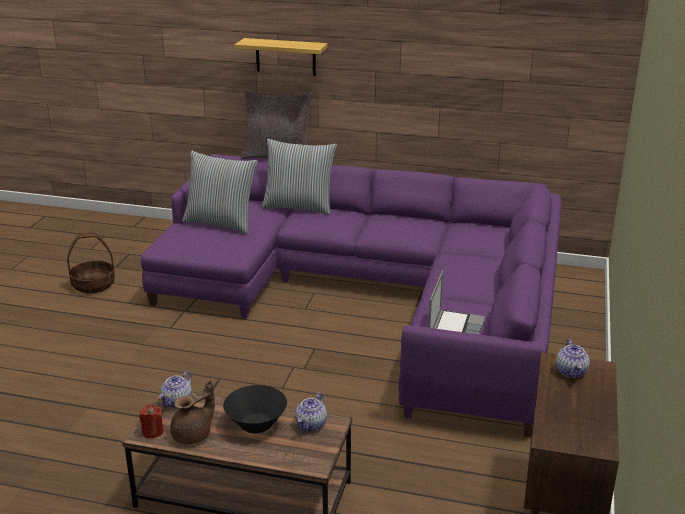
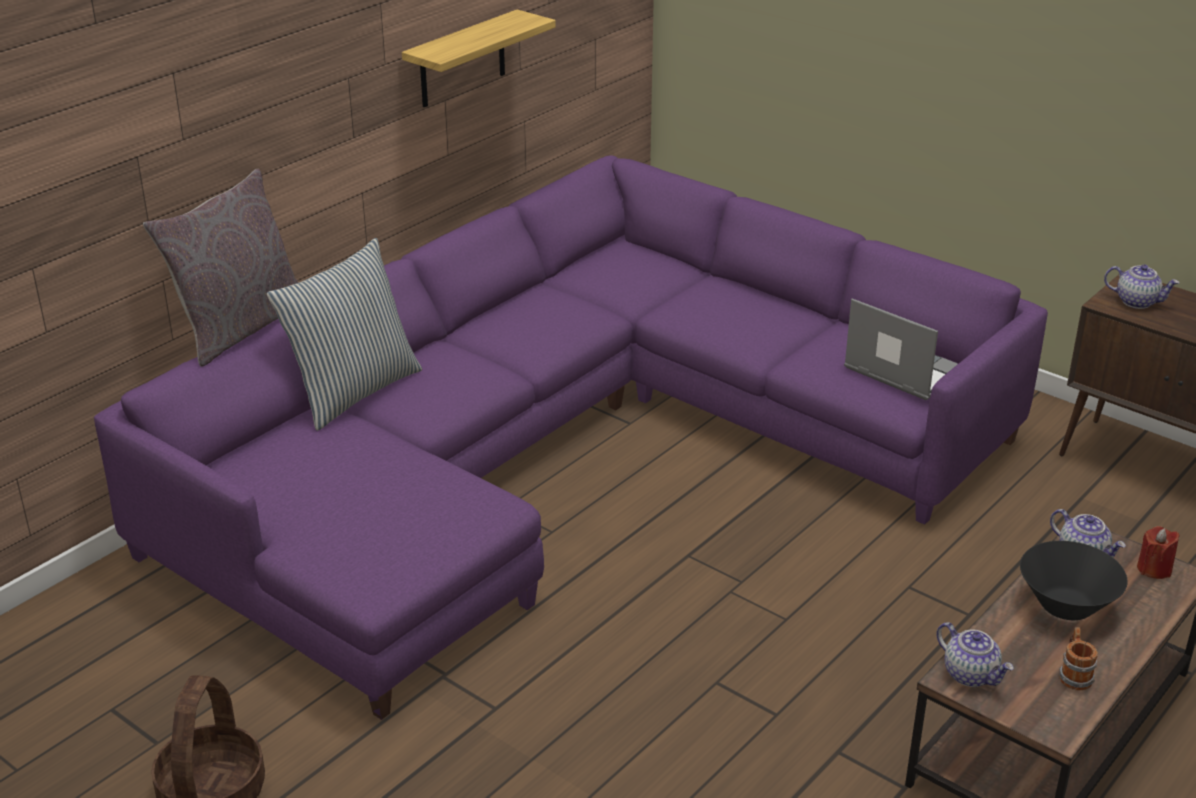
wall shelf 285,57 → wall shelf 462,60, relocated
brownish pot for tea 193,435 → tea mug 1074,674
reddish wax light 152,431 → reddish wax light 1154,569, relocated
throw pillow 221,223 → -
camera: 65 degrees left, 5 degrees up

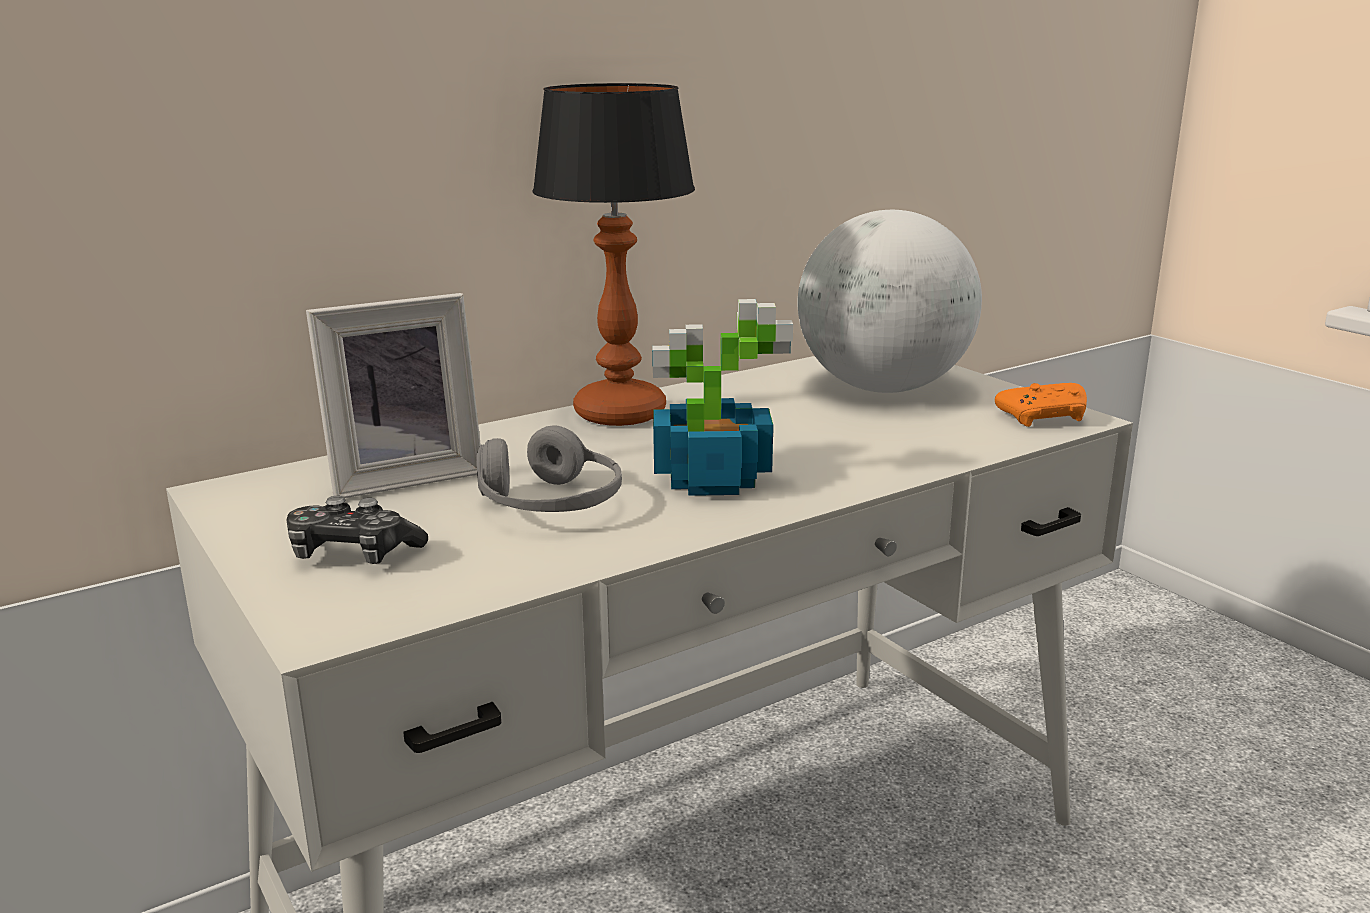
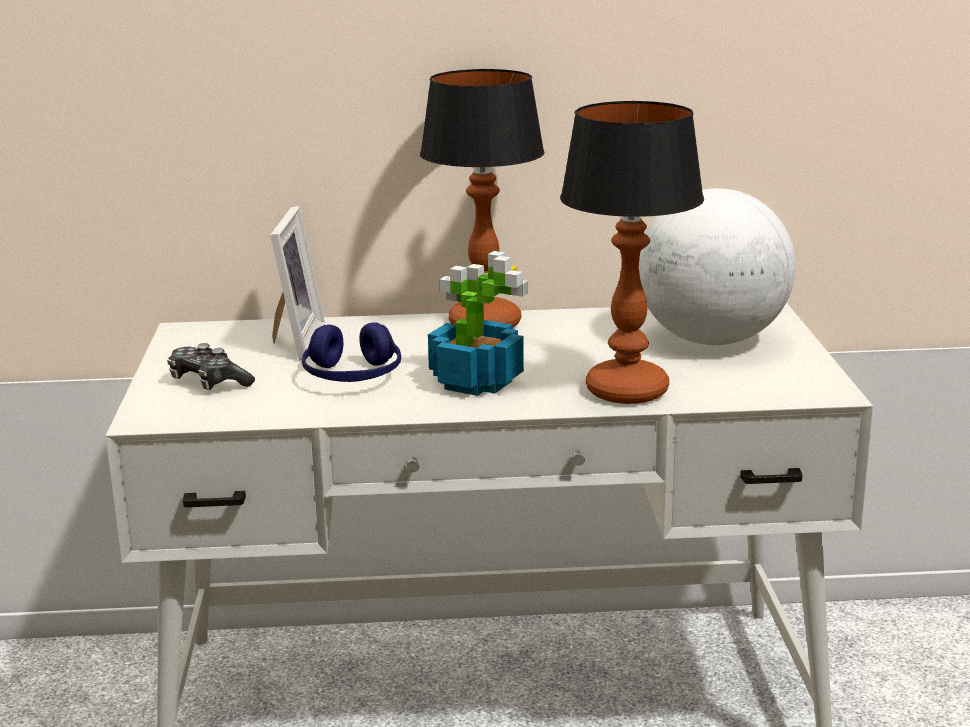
picture frame 403,476 → picture frame 292,341, 90 degrees counterclockwise
grey headset 550,504 → bluish headset 352,377
- → lamp for a table 626,391
orangey gamepad 1045,418 → -
camera: 30 degrees right, 0 degrees up

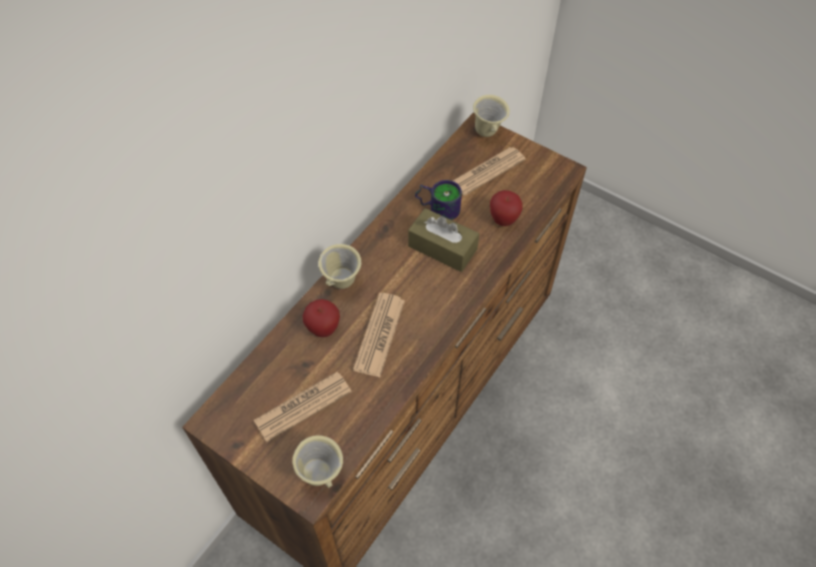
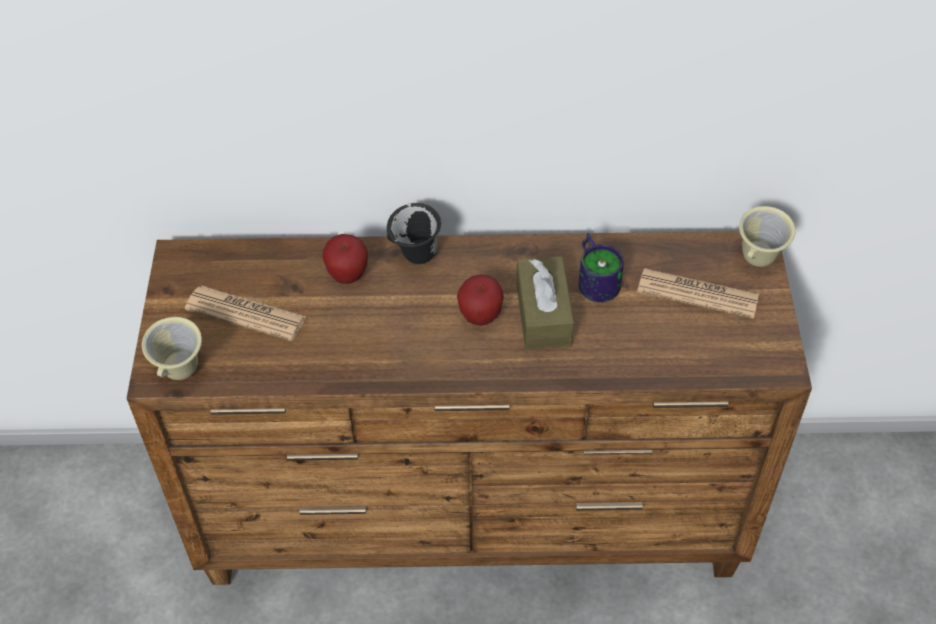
beige-coloured tea mug 342,284 → blackish tea mug 416,258
apple fruit 503,220 → apple fruit 480,317, relocated
printed paper 379,334 → -
camera: 55 degrees right, 5 degrees down

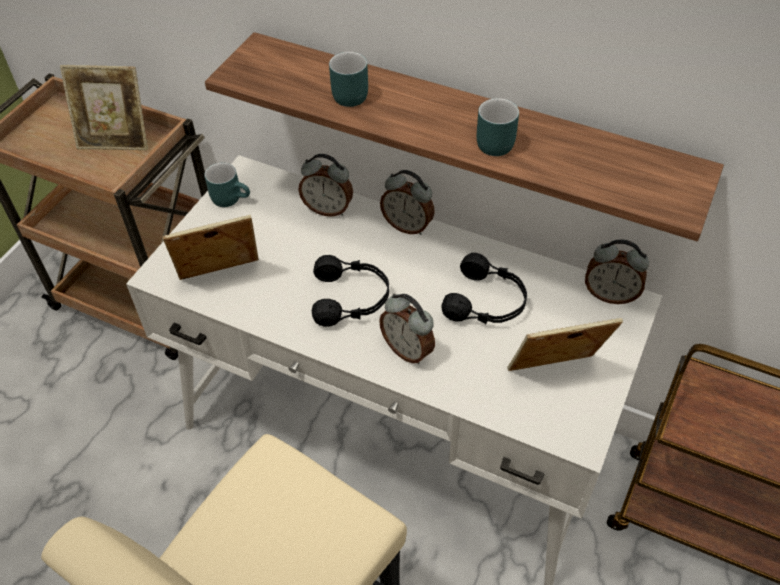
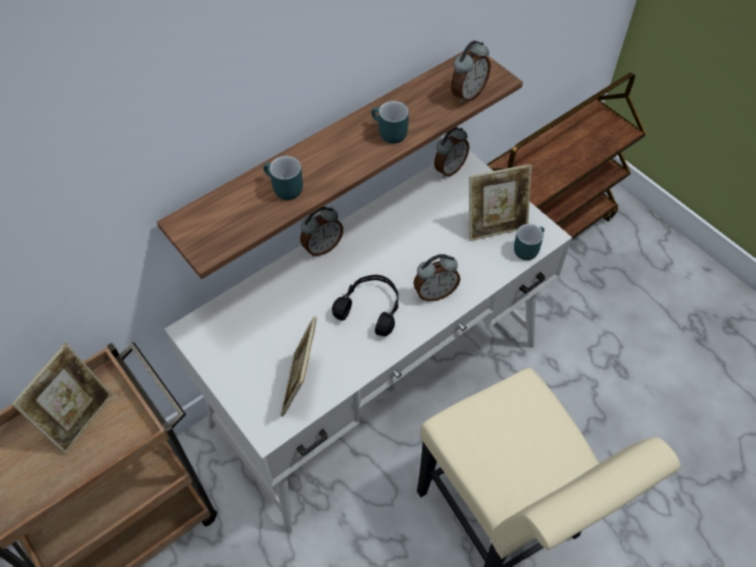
table clock 328,209 → table clock 467,94, relocated
picture frame 554,375 → picture frame 495,225, 120 degrees counterclockwise
turquoise-coloured tea mug 231,198 → turquoise-coloured tea mug 527,248, relocated
blackish headset 486,302 → -
camera: 65 degrees left, 5 degrees up

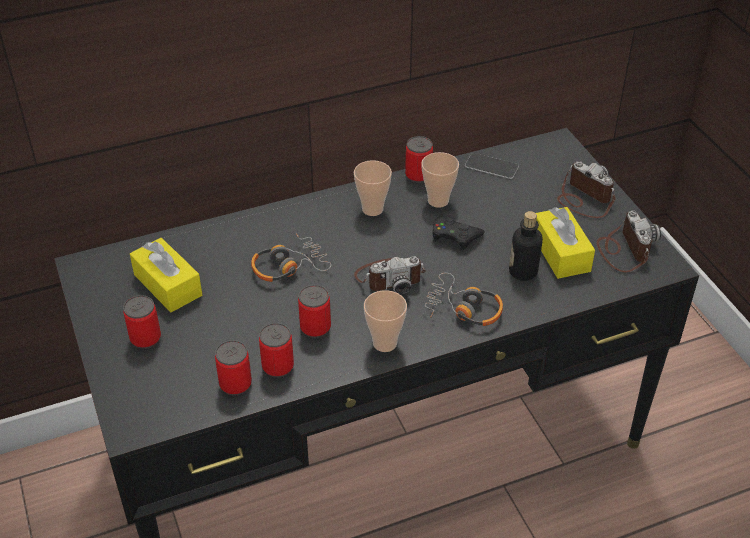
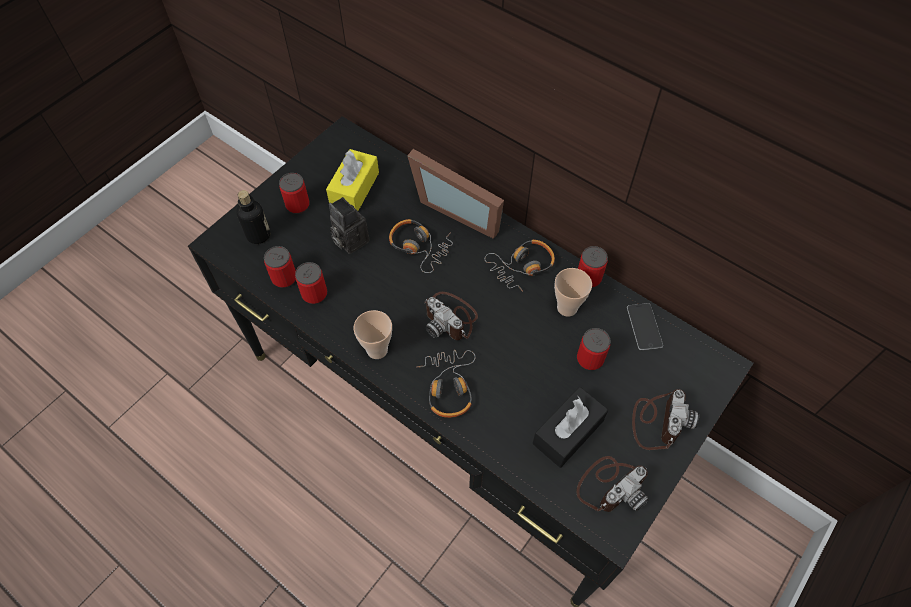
bottle 523,272 → bottle 258,235, relocated
- → still camera 349,240
- → picture frame 460,208
small cup 372,209 → headset 522,267
yellowish tissue holder 560,253 → blackish tissue holder 568,432
metal can 315,327 → metal can 590,359, relocated
blackish gamepad 455,236 → -
camera: 60 degrees right, 15 degrees up

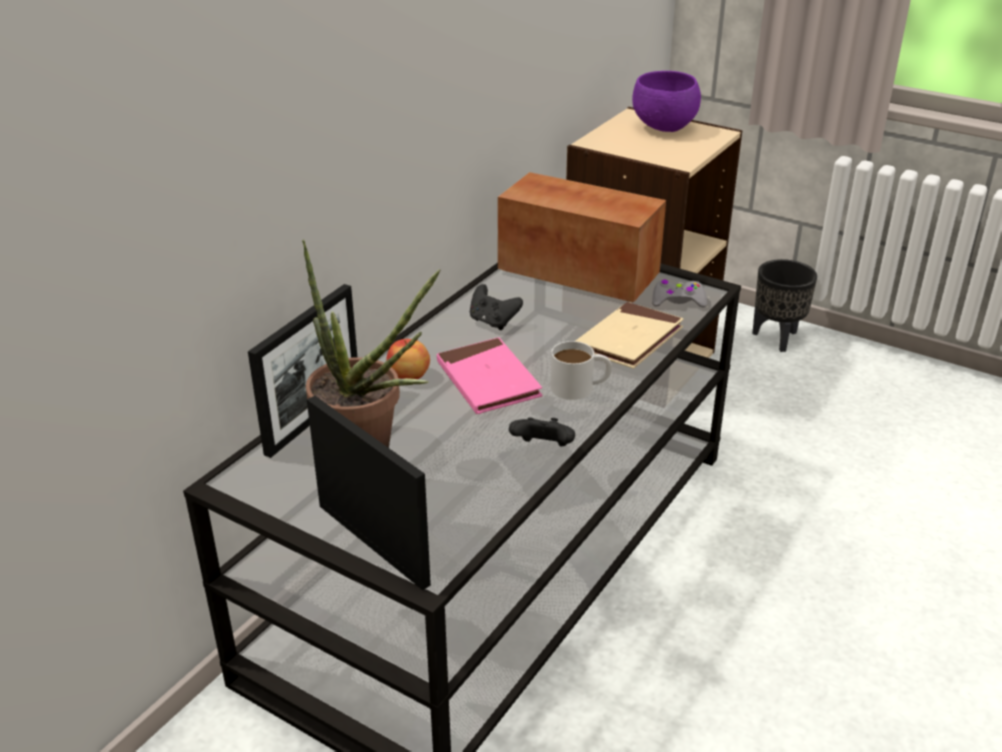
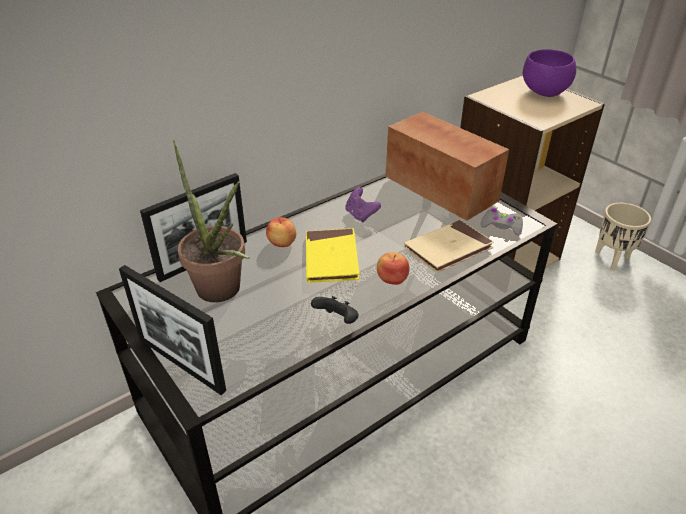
picture frame 372,544 → picture frame 181,364, 150 degrees clockwise
pink volume 488,381 → yellowish volume 331,258
blackish gamepad 493,322 → purplish gamepad 360,215
white-coloured tea mug 580,387 → apple fruit 392,278
blackish flower pot 777,338 → beige-coloured flower pot 612,259
camera: 20 degrees right, 5 degrees up

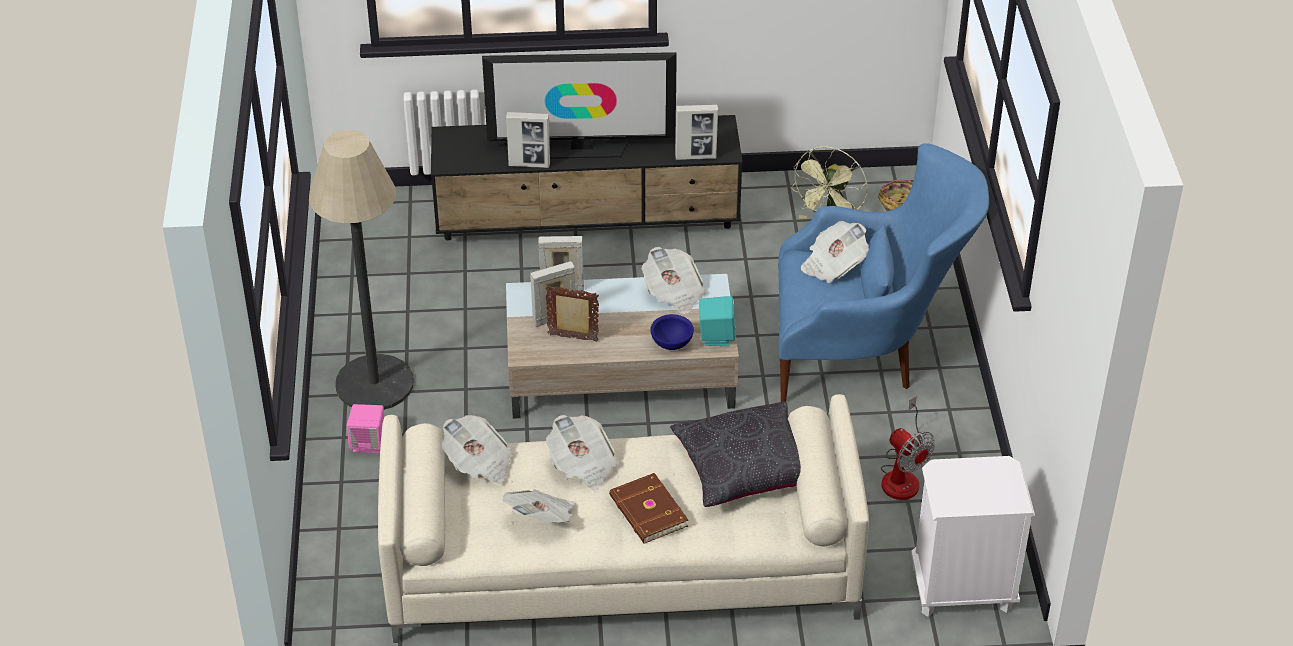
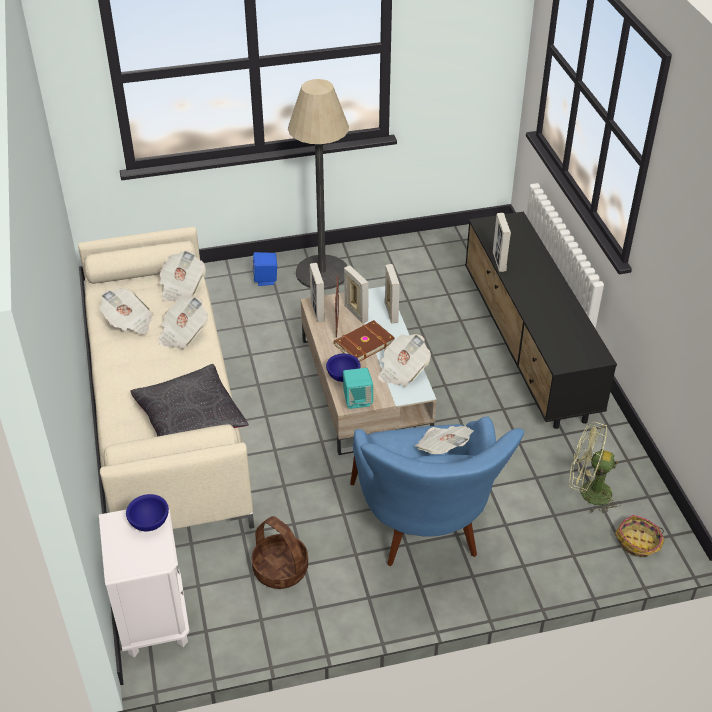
- → bluish deep dish 149,523
electric fan 902,475 → household basket 281,569
pink speaker 369,443 → bluish speaker 266,279
picture frame 696,157 → picture frame 317,311, relocated
brownish volume 647,512 → brownish volume 363,343, relocated
TV 581,147 → -
camera: 80 degrees right, 0 degrees up

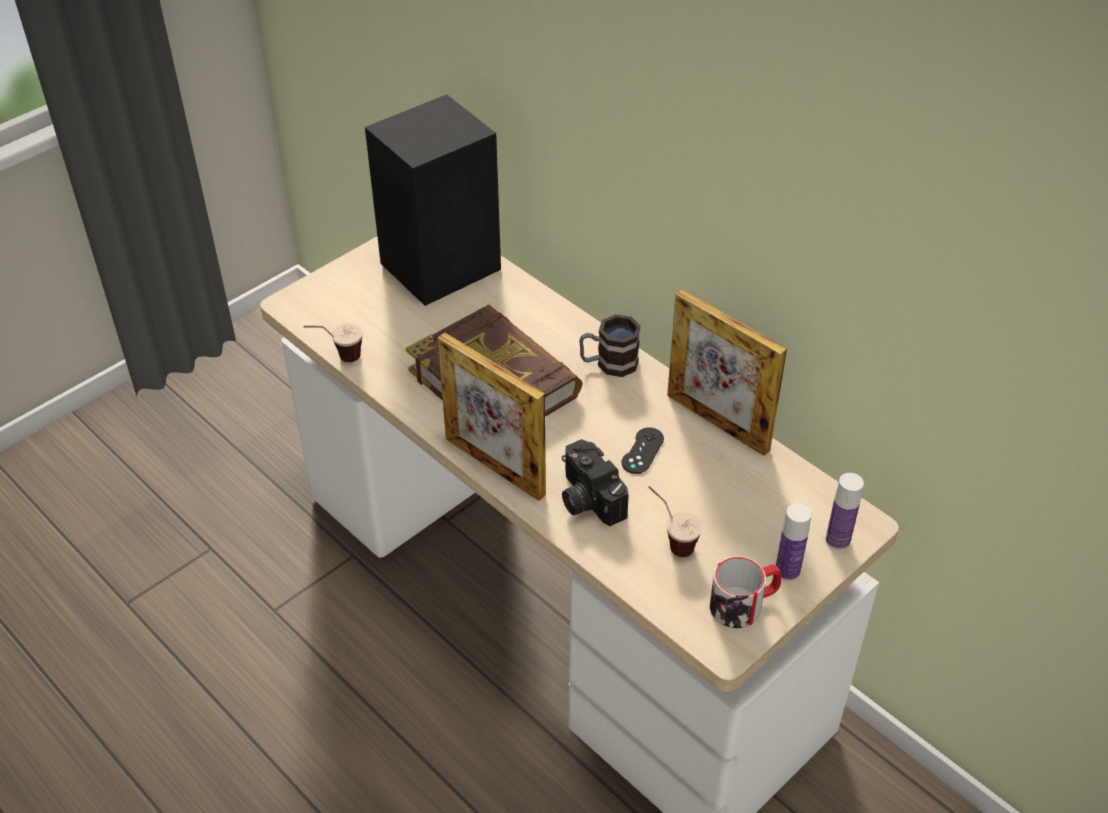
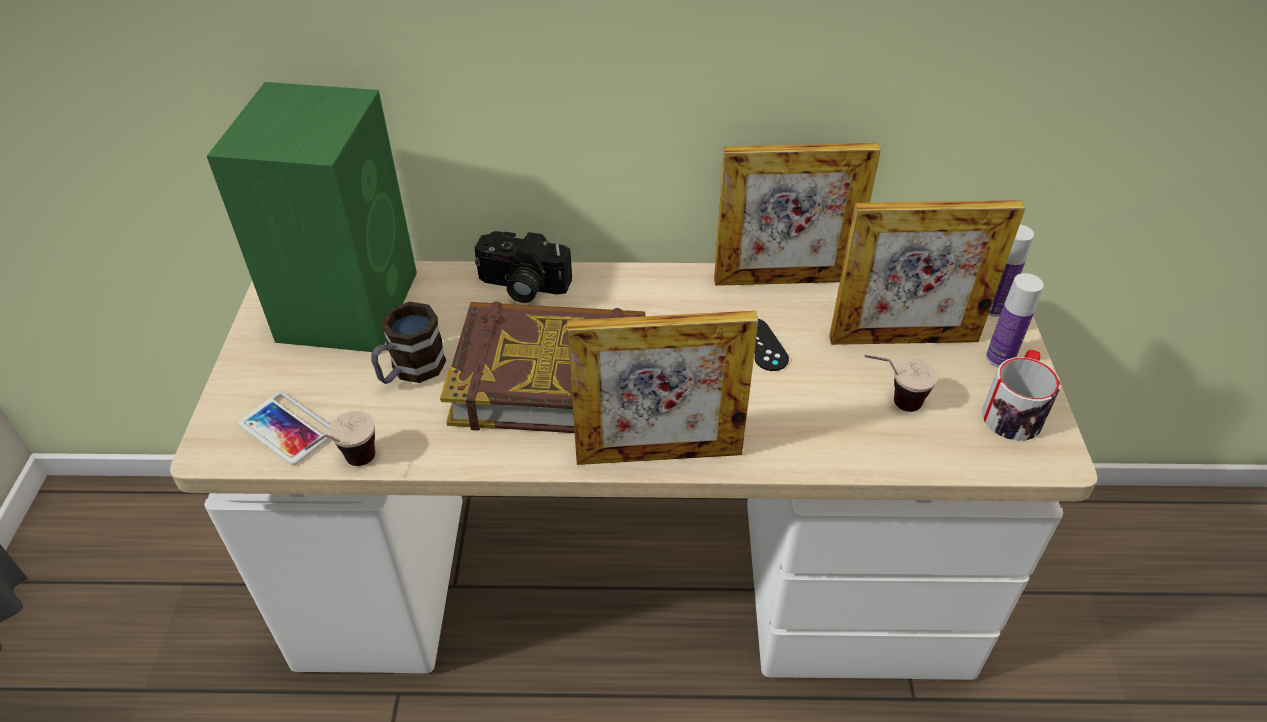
blackish speaker 443,265 → greenish speaker 350,303
- → telephone 287,428
tea mug 608,363 → tea mug 410,370, relocated
still camera 586,498 → still camera 521,286, relocated
- → picture frame 903,339
camera: 45 degrees left, 0 degrees up

